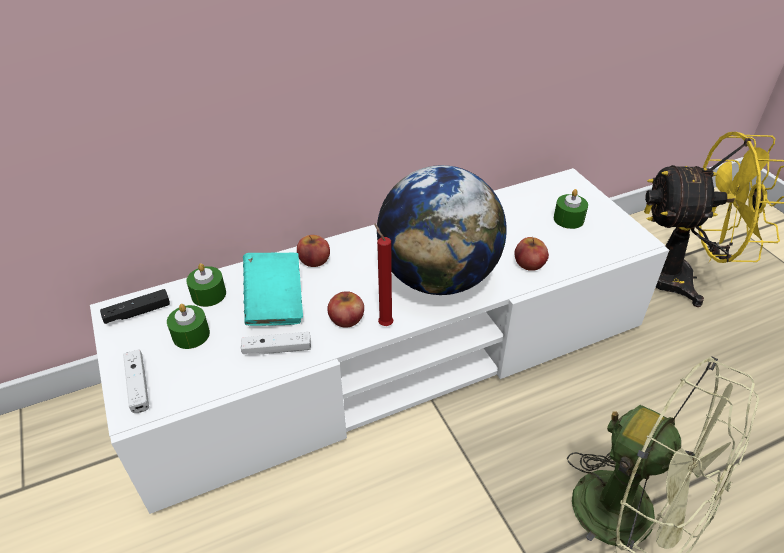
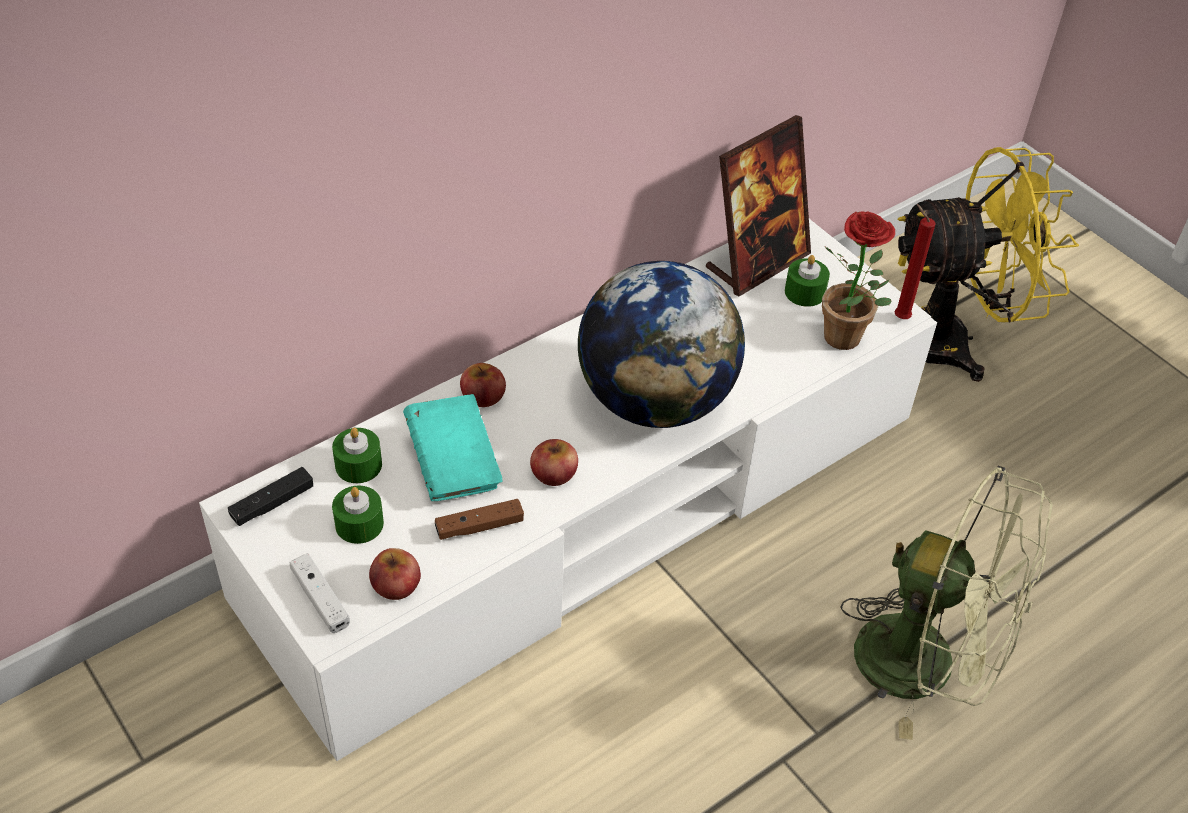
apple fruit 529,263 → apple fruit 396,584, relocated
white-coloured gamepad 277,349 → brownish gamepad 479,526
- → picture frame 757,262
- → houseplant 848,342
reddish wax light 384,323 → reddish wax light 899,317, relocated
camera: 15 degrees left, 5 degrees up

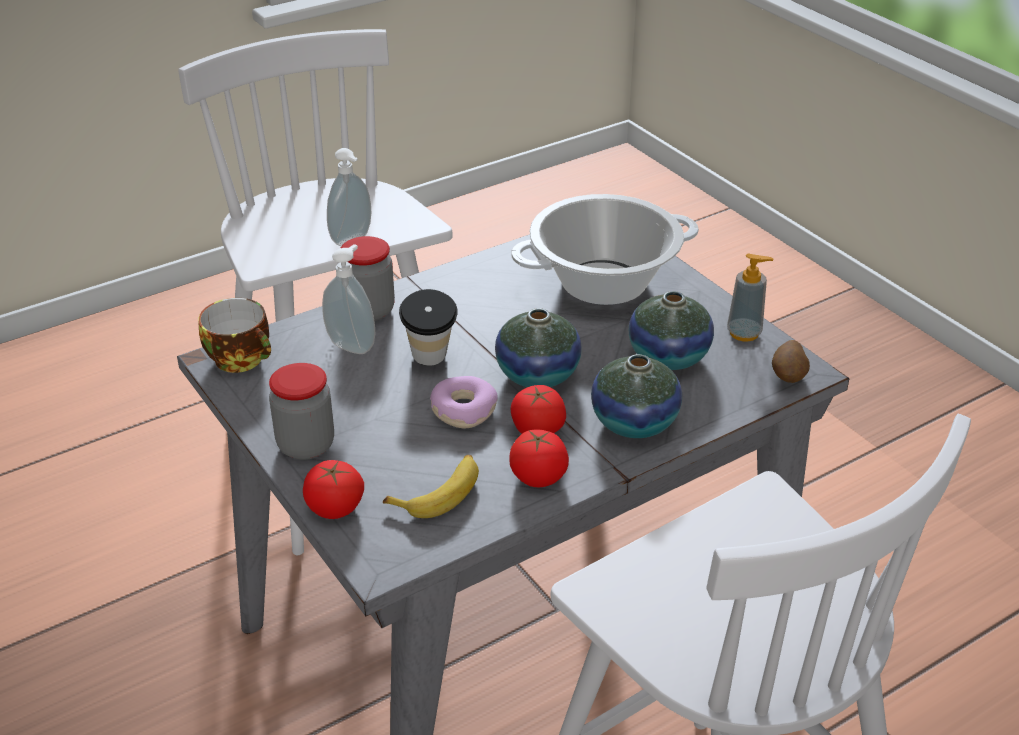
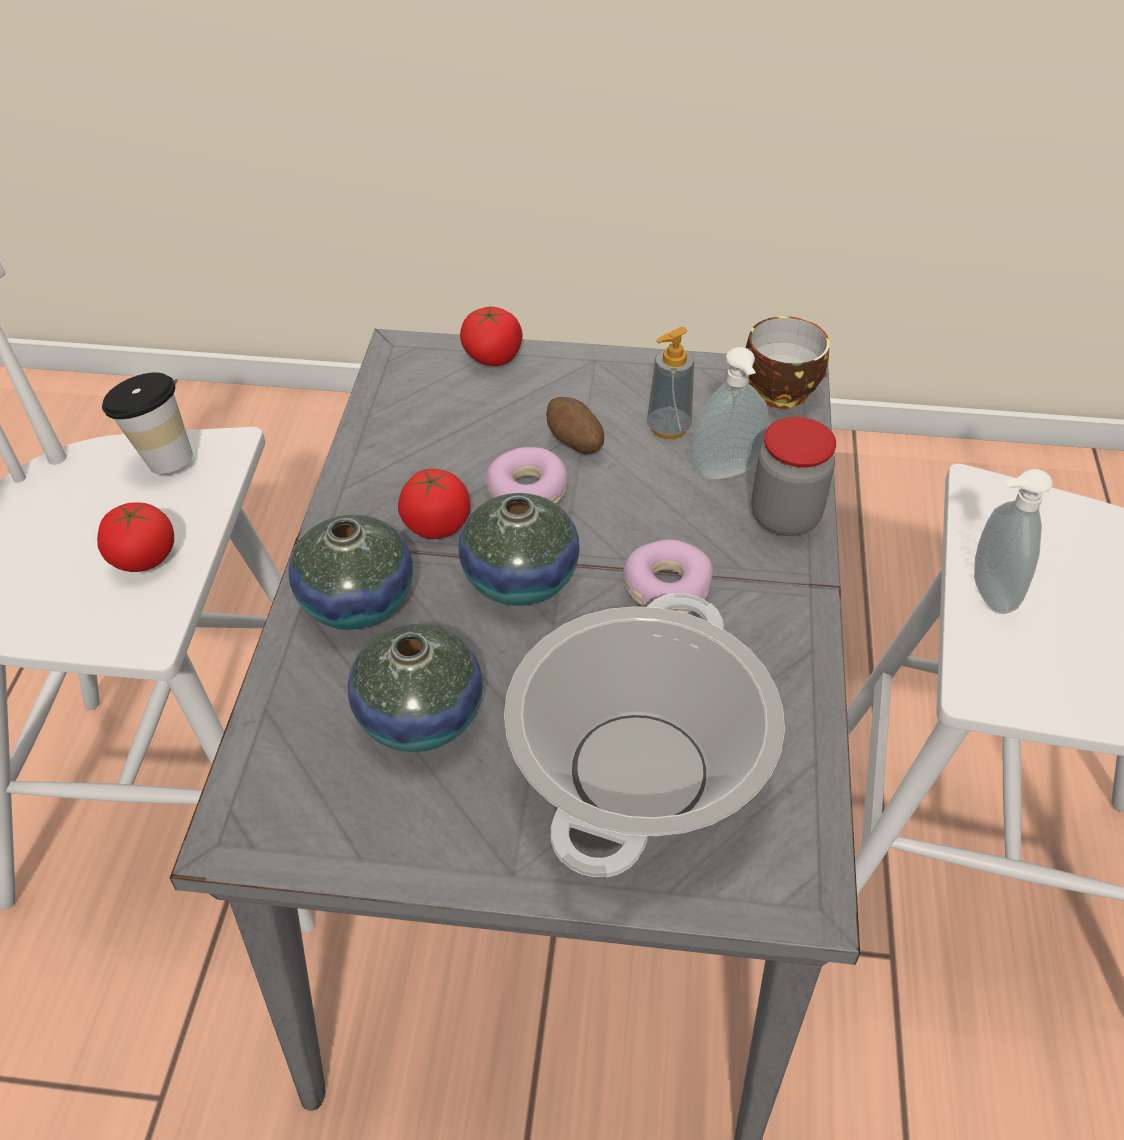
fresh tomato 538,476 → fresh tomato 143,557, relocated
small cup 430,363 → small cup 161,459, relocated
potato 788,377 → potato 574,443, relocated
- → doughnut 666,587
soap dispenser 744,333 → soap dispenser 668,427, relocated
jar 306,445 → -
banana 439,493 → -
camera: 130 degrees right, 10 degrees up

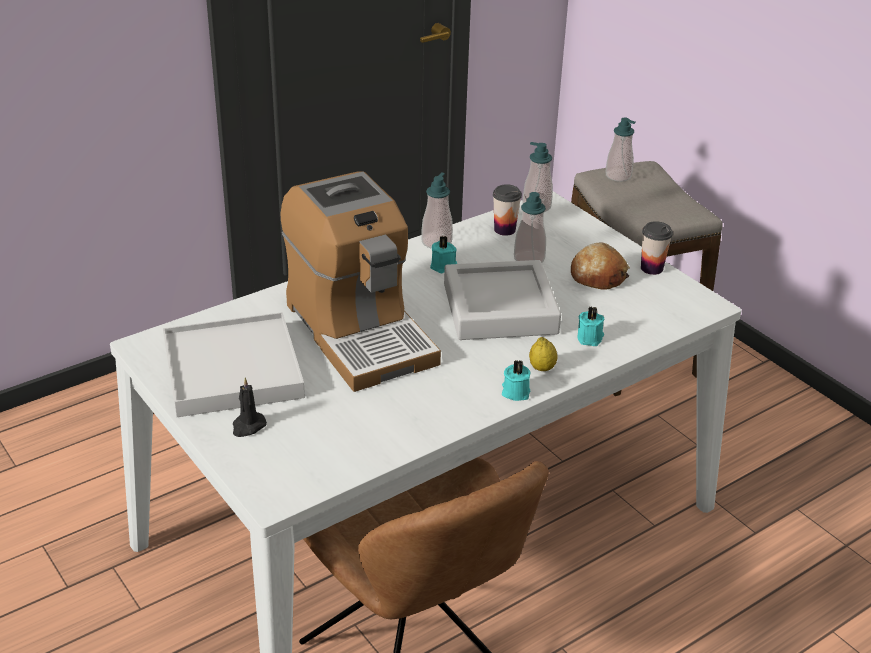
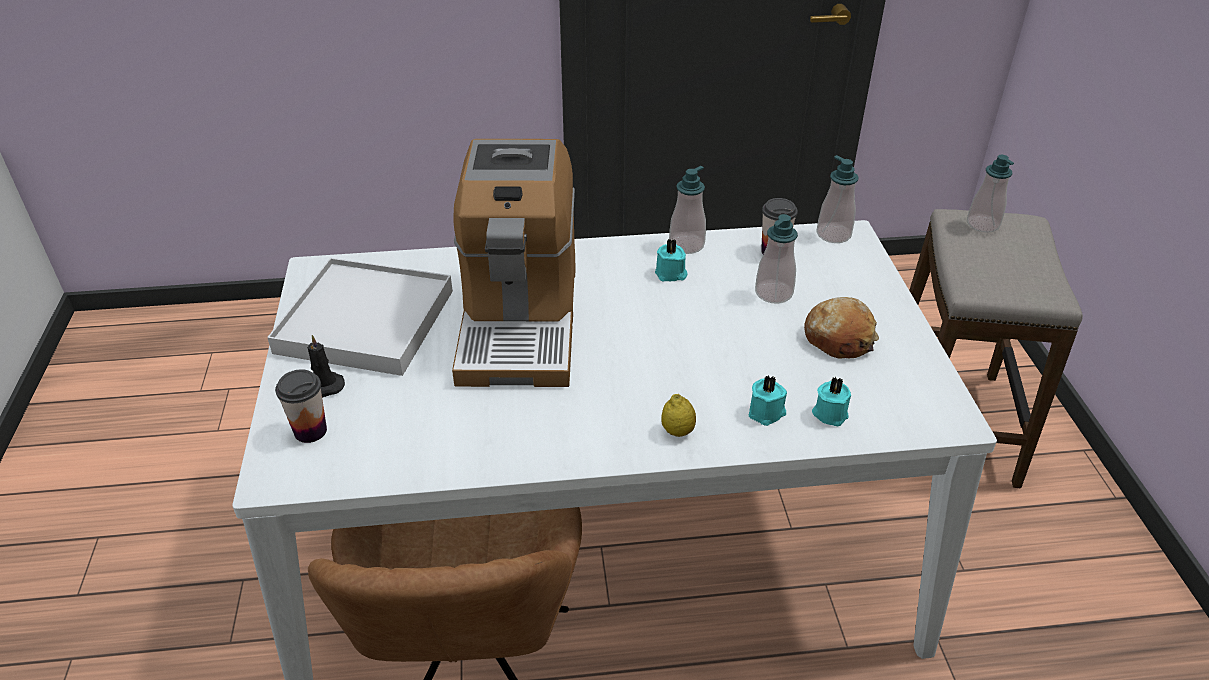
small cup 651,268 → small cup 310,431, relocated
turquoise-coloured wax light 515,392 → turquoise-coloured wax light 830,413, relocated
grey serving tray 500,309 → -
camera: 30 degrees right, 5 degrees up

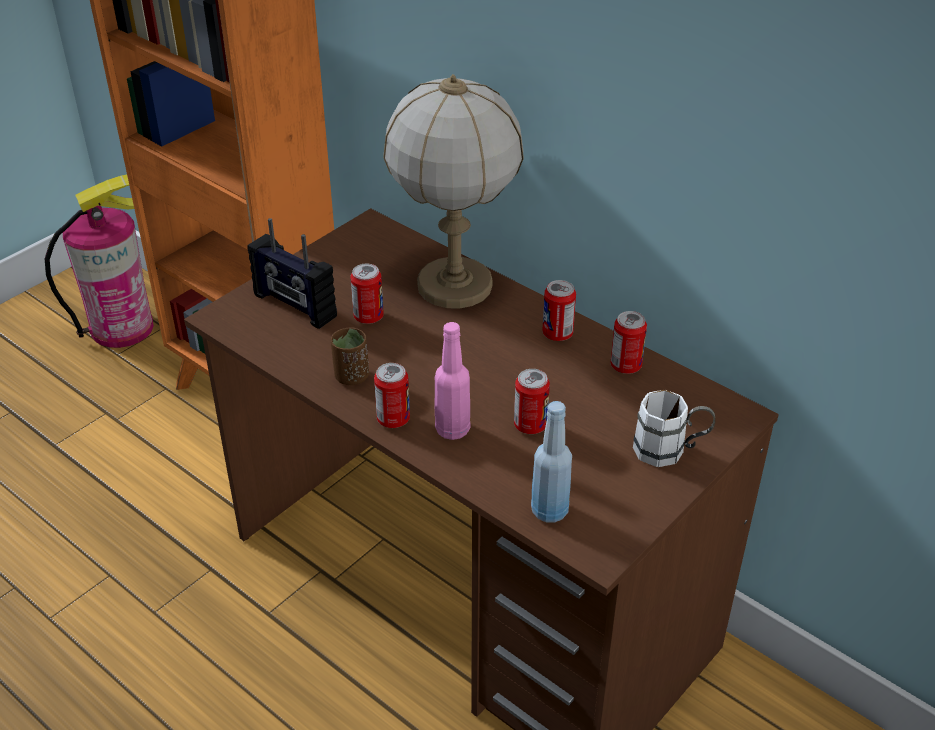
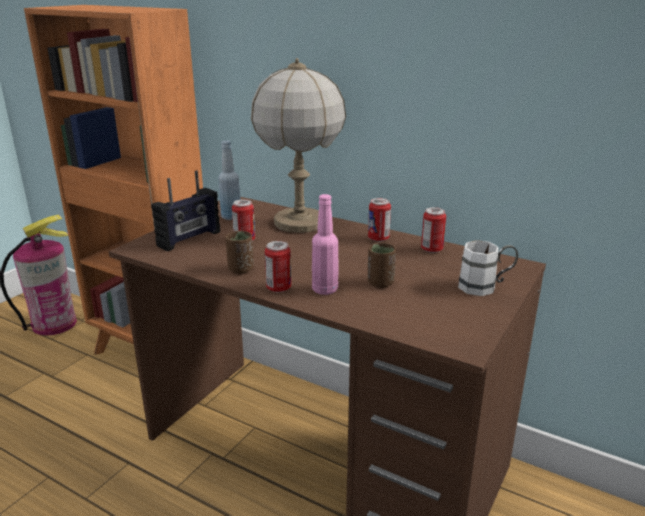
radio 294,306 → radio 189,239, 75 degrees counterclockwise
bluish bottle 549,511 → bluish bottle 231,217, relocated
metal can 530,425 → brownish small cup 380,283
camera: 10 degrees left, 15 degrees down

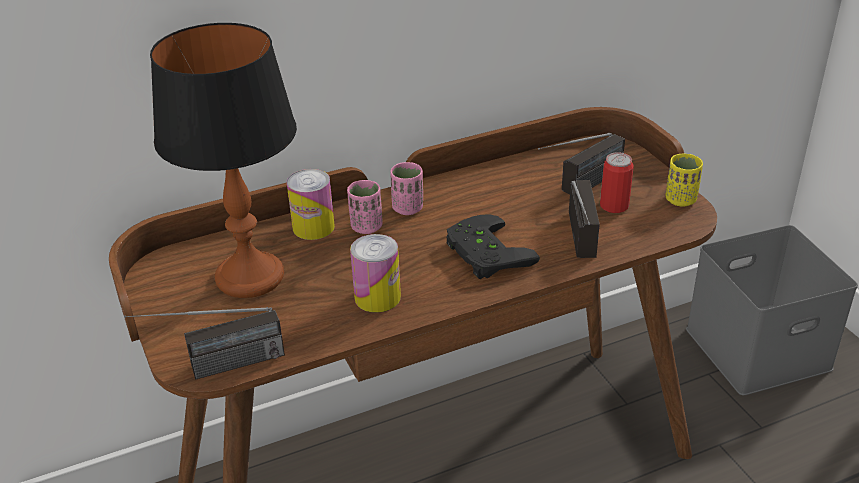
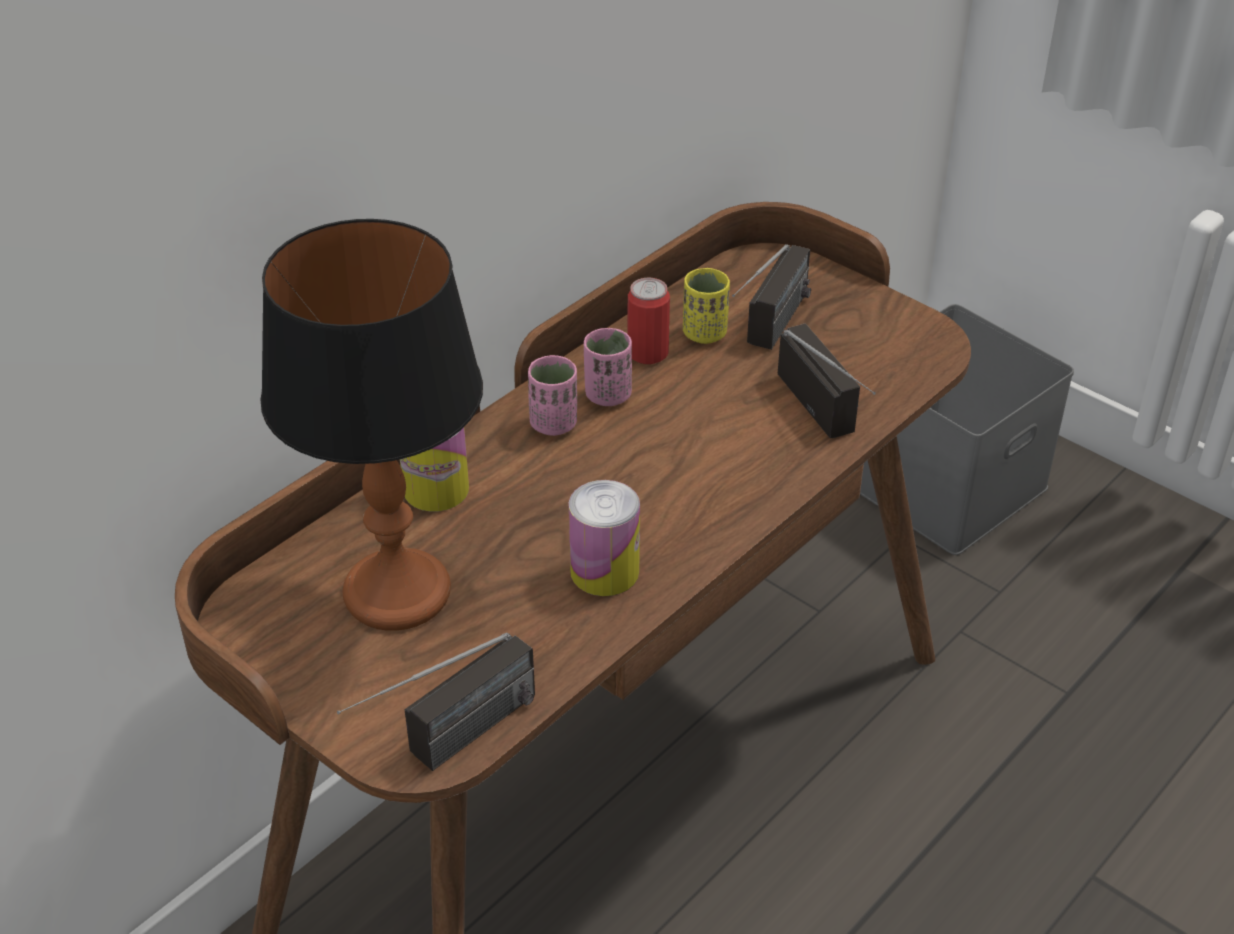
pink small cup 366,227 → pink small cup 608,395, relocated
metal can 614,206 → metal can 647,353, relocated
yellowish small cup 680,200 → yellowish small cup 704,333, relocated
blackish gamepad 483,254 → -
camera: 25 degrees left, 5 degrees up

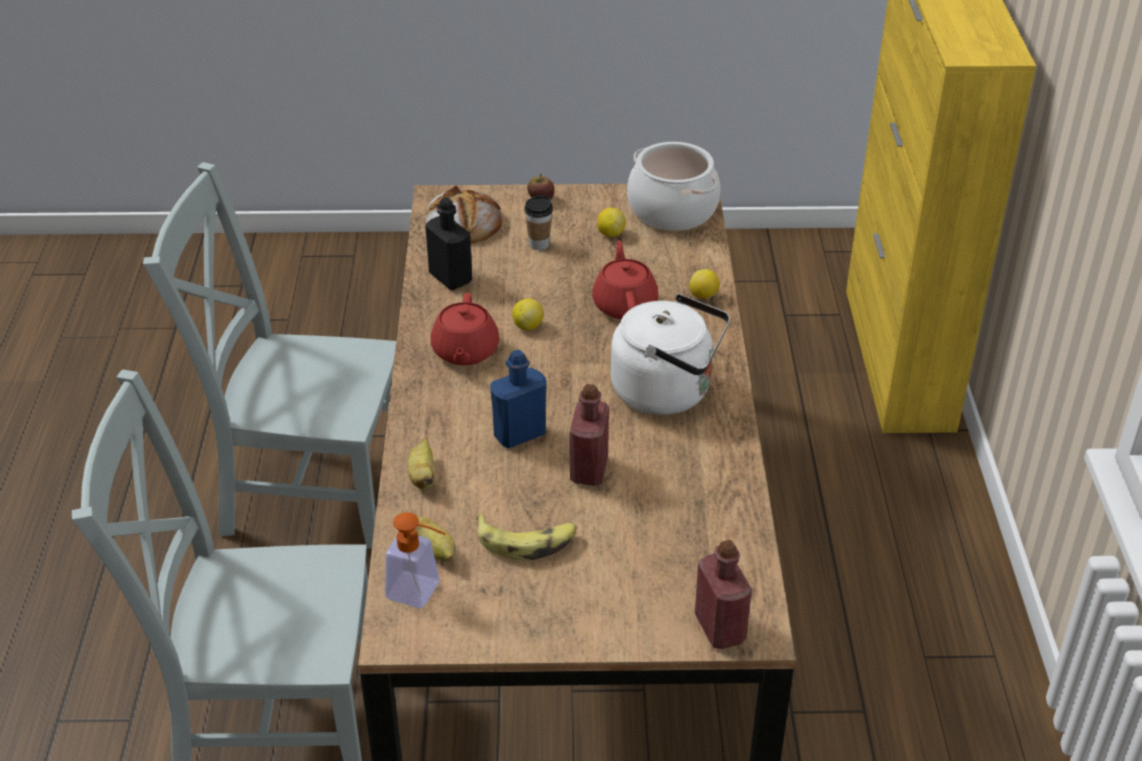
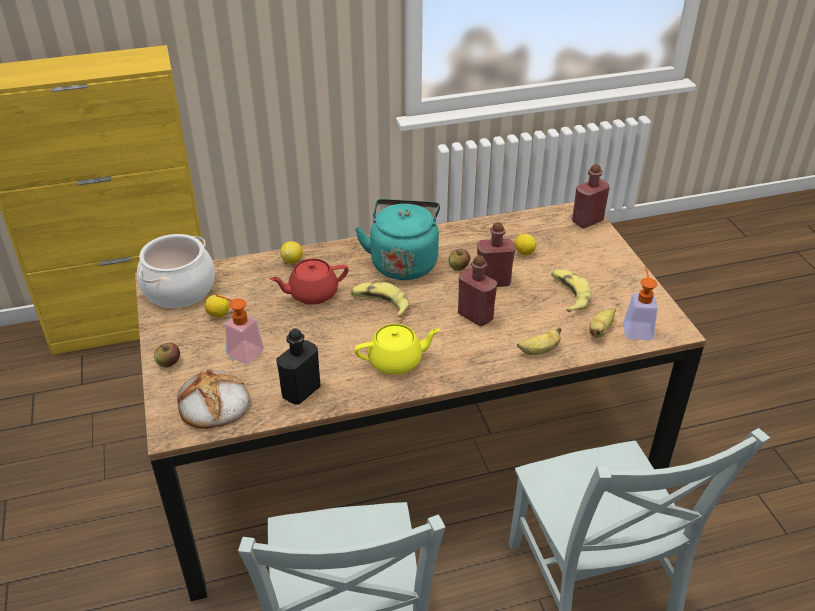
small cup 539,244 → soap dispenser 240,351
- → banana 380,303
reddish pot for tea 465,352 → yellowish pot for tea 396,361
white-coloured water kettle 668,392 → turquoise-coloured water kettle 403,262
- → apple fruit 459,267
bluish bottle 519,434 → reddish bottle 475,316
citrus fruit 528,326 → citrus fruit 524,253, relocated
camera: 105 degrees left, 0 degrees up

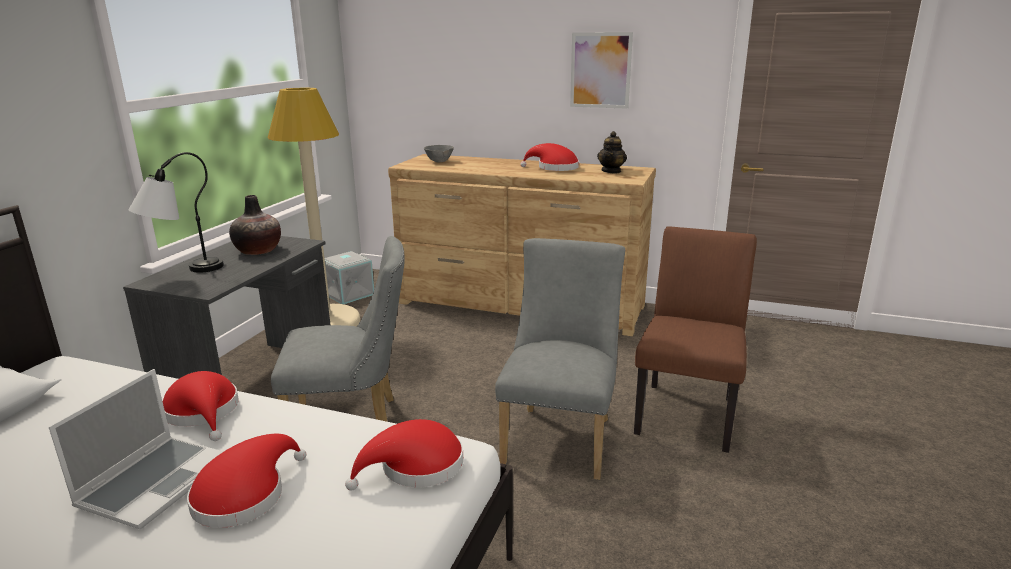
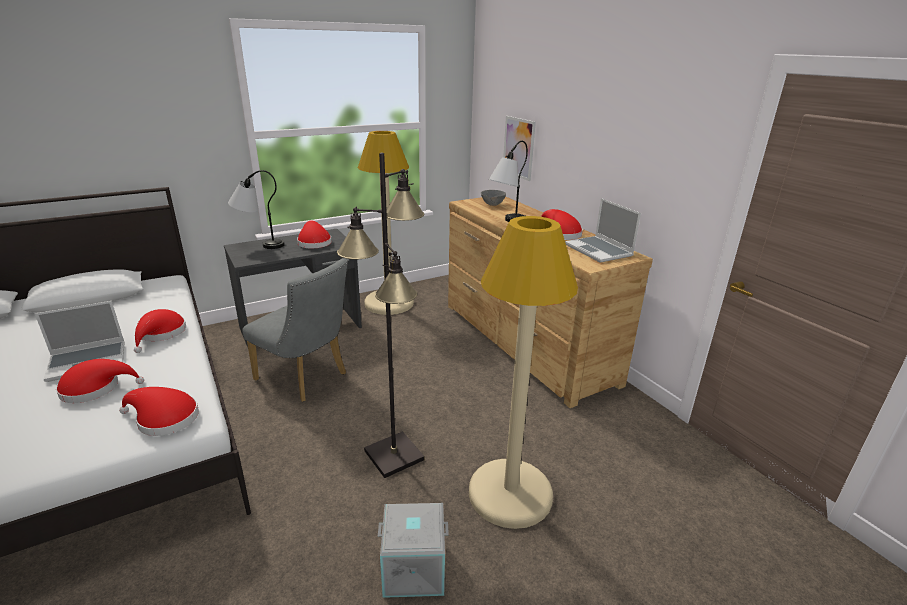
decorative vase 258,251 → reddish clothing hat 314,242
grey plain chair 560,436 → blackish floor lamp 395,455
grey storage box 349,294 → grey storage box 414,567, relocated
brownish plain chair 687,410 → beige-coloured floor lamp 510,493
- → lamp for a table 506,223
wall picture 600,70 → wall picture 518,148, relocated
pot for tea 611,171 → portable computer 599,250
camera: 40 degrees right, 5 degrees up

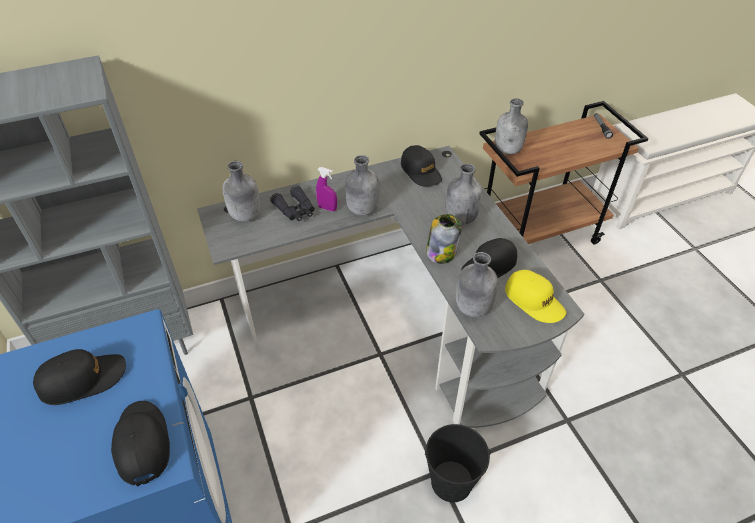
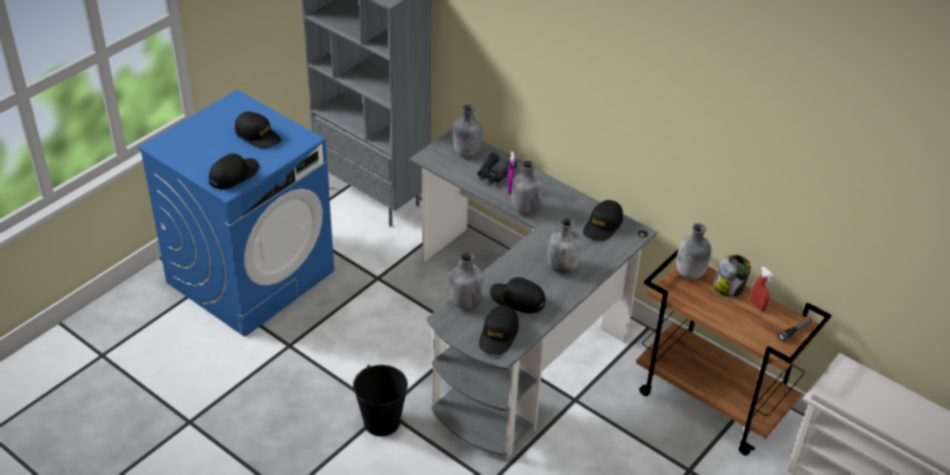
yellowish peaked cap 534,301 → blackish peaked cap 498,335
jar 441,252 → jar 729,288, relocated
- → reddish spray bottle 757,306
camera: 60 degrees right, 5 degrees down

